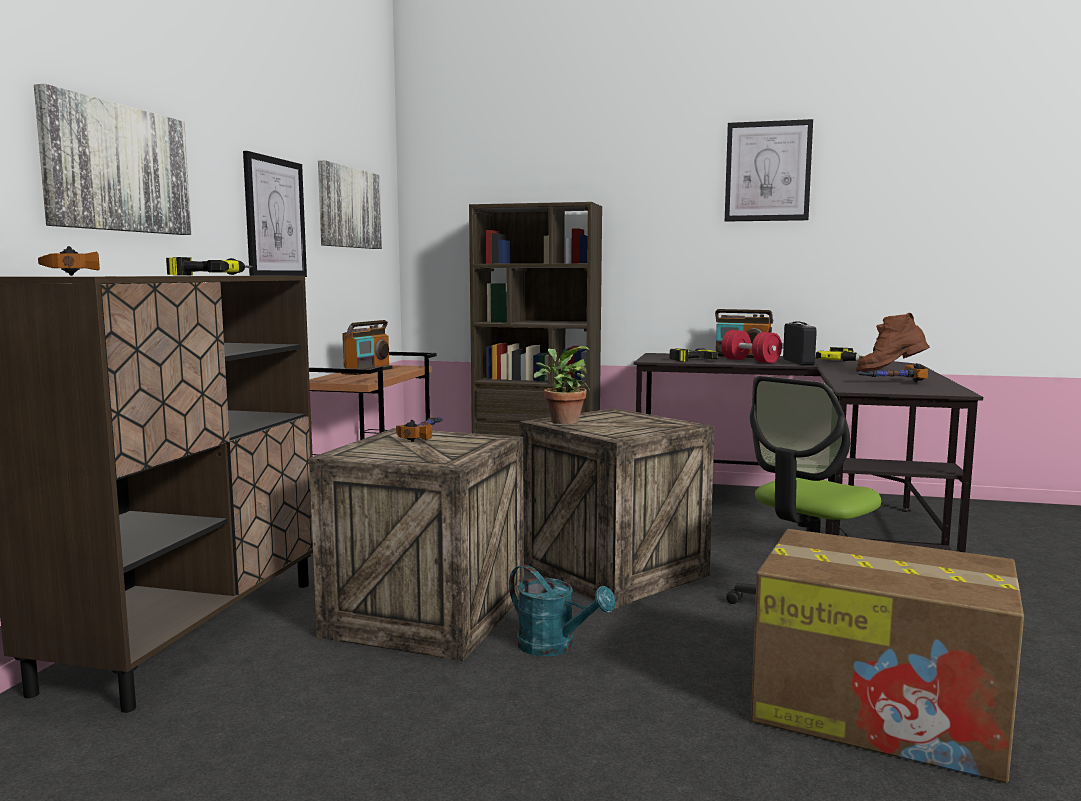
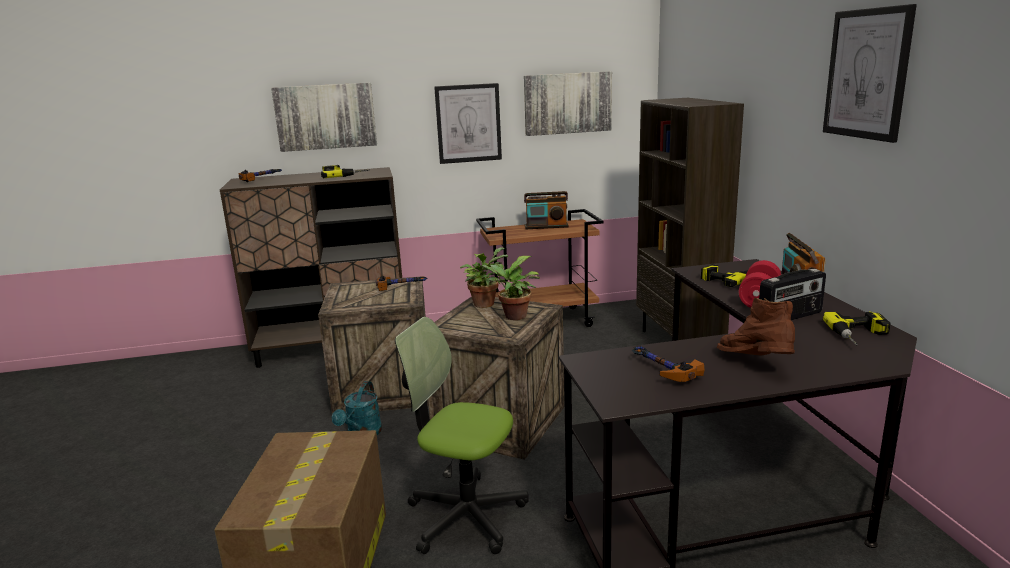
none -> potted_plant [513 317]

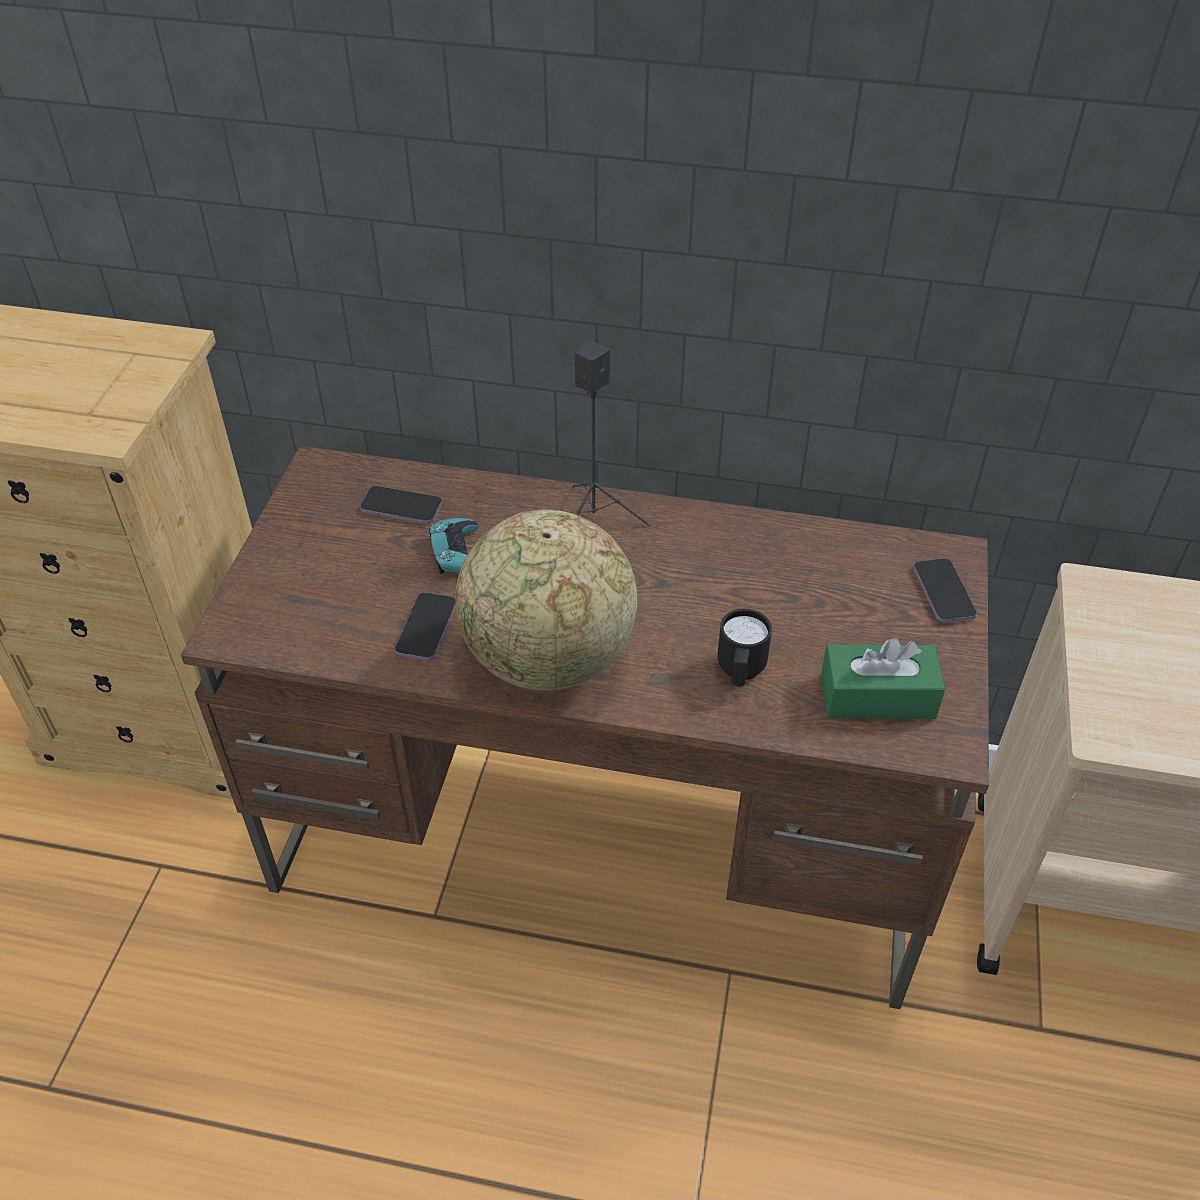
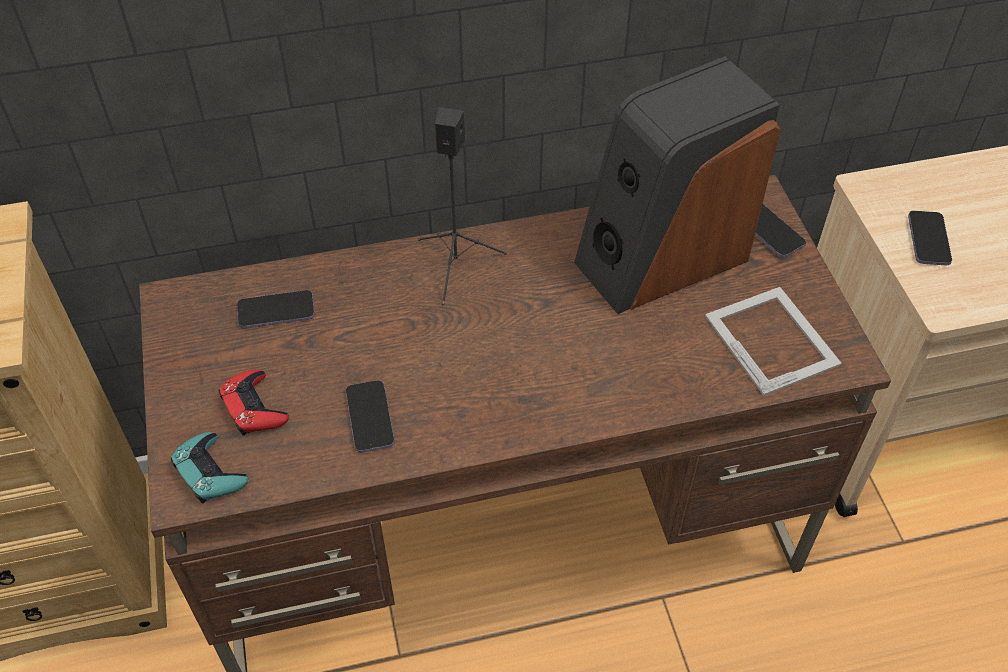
globe [548 660] -> none
black_mug [740 672] -> none
none -> red_game_controller [254 408]
none -> speaker [660 258]
none -> phone [928 240]
turquoise_game_controller [458 553] -> turquoise_game_controller [210 473], relocated
green_tissue_box [877 696] -> picture_frame [771 338]

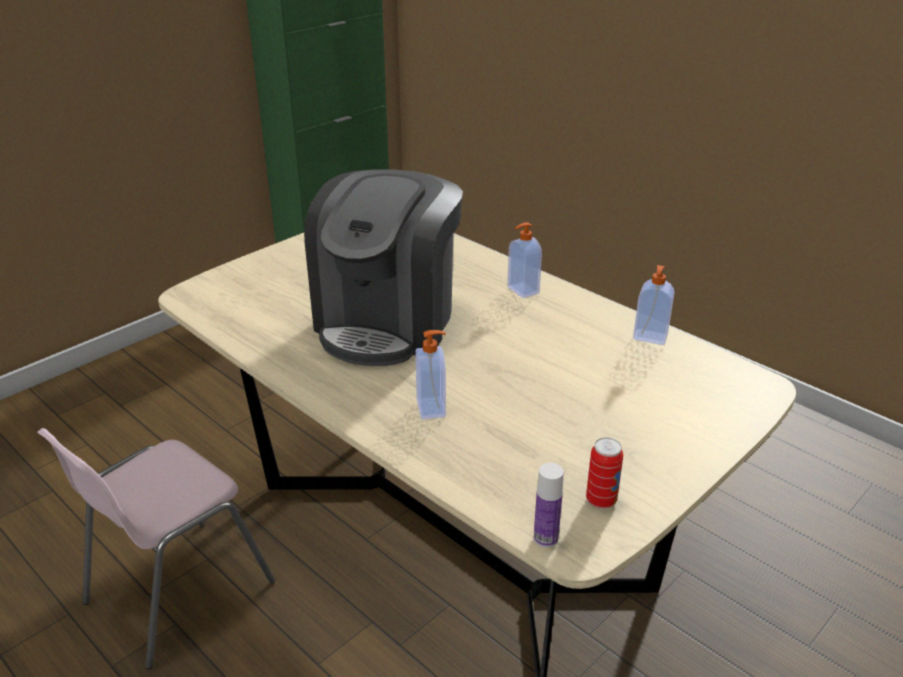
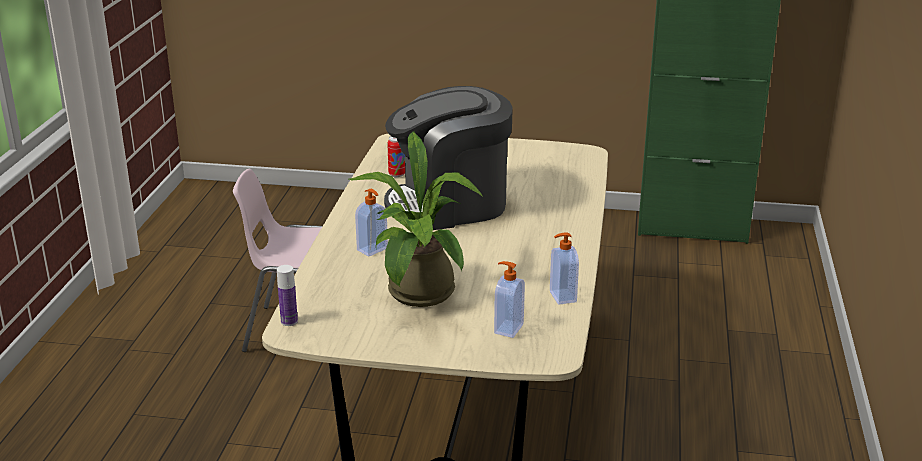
none -> potted_plant [419 297]
soap_dispenser [522 290] -> soap_dispenser [507 328], relocated
can [601 500] -> can [397 174], relocated

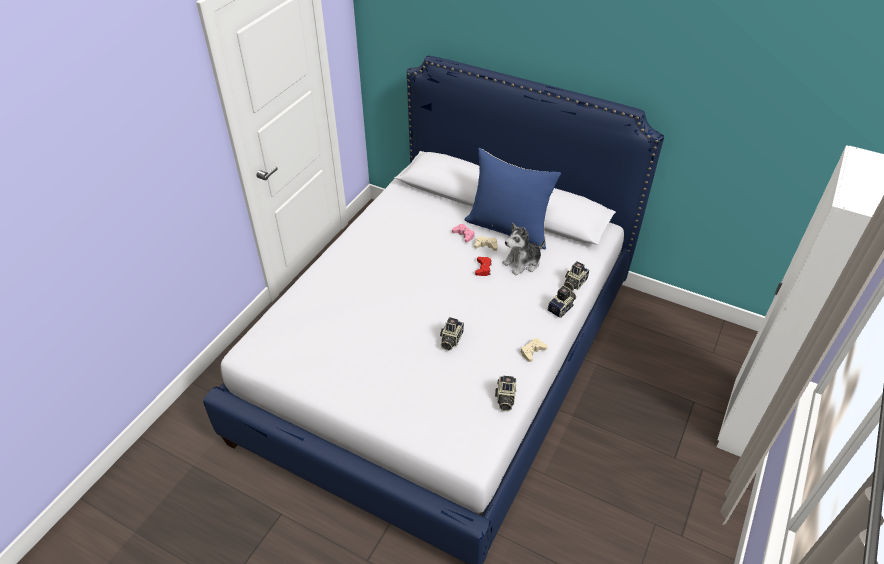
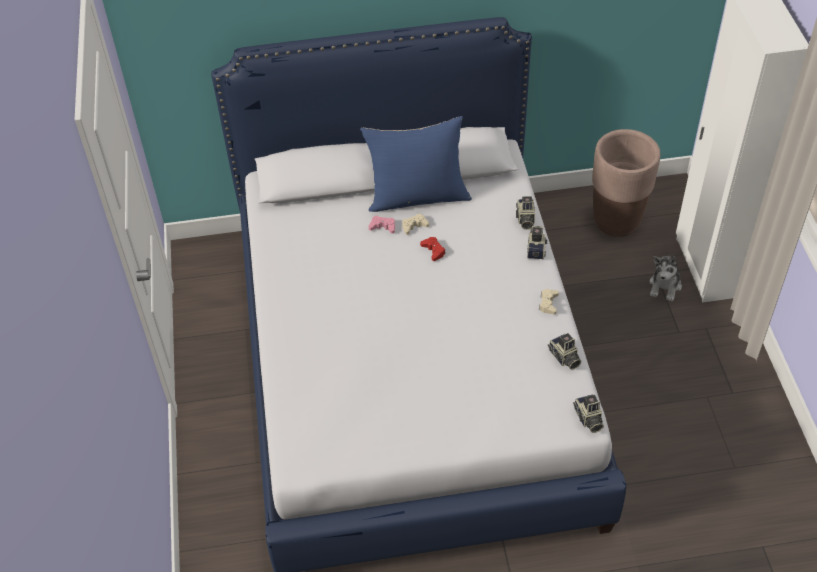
none -> brown_planter [616 221]
photo_camera [450 340] -> photo_camera [588 419], relocated
plush_toy [522 263] -> plush_toy [665 286], relocated

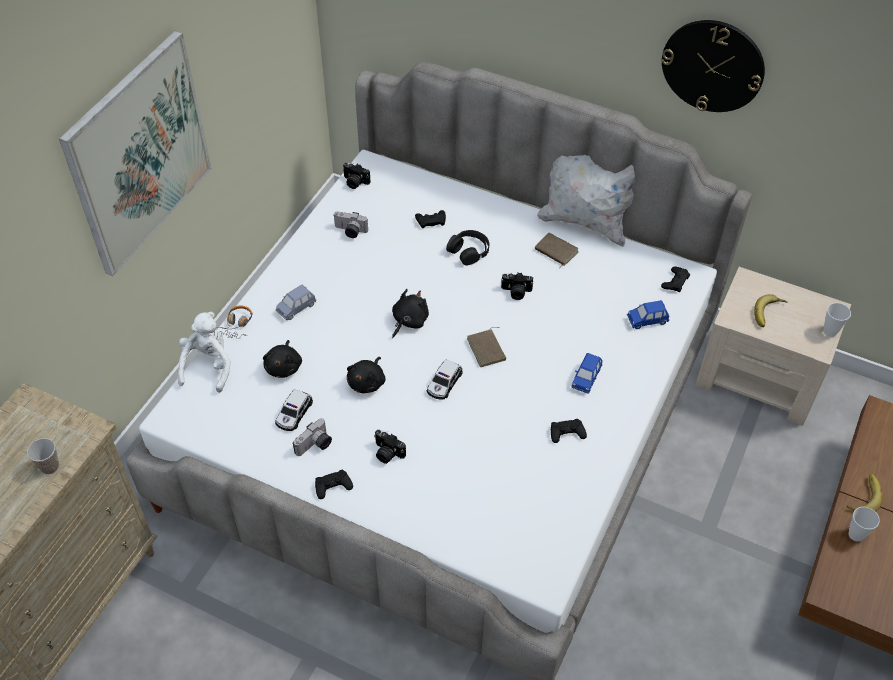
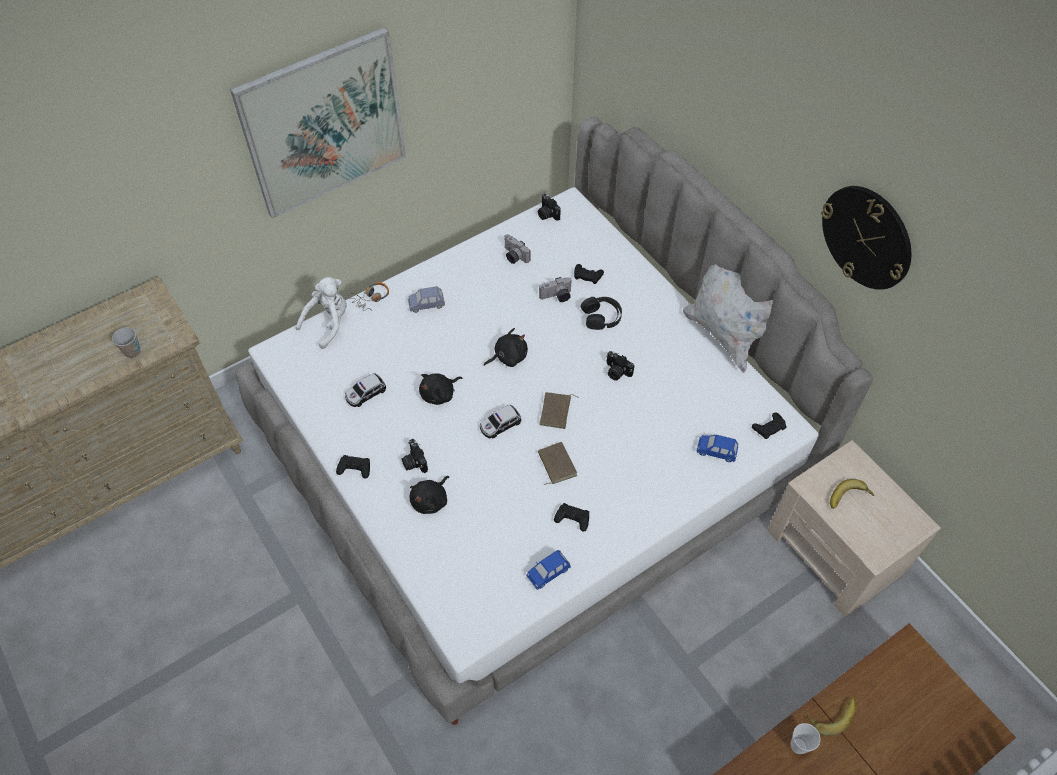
cup [830 331] -> none
black_plush_toy [284 367] -> black_plush_toy [431 500], relocated
photo_camera [315 446] -> photo_camera [557 297], relocated
brown_book [555 251] -> brown_book [555 464], relocated
blue_toy_car [586 378] -> blue_toy_car [548 573], relocated

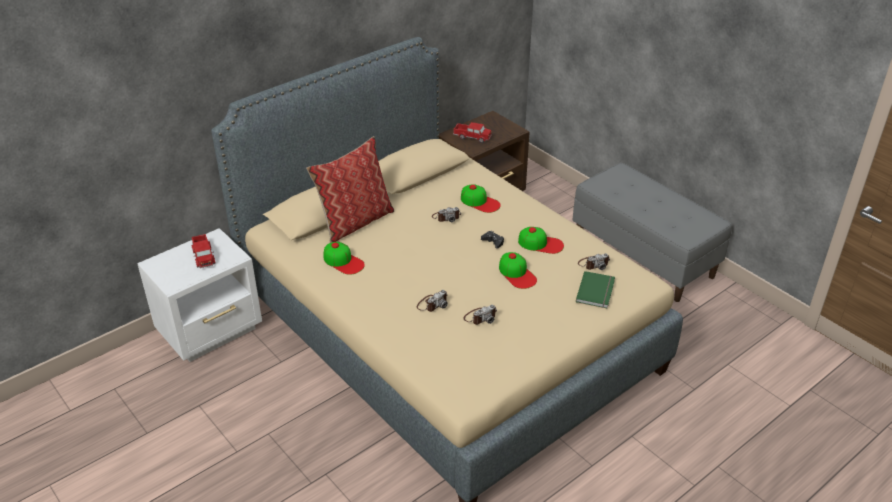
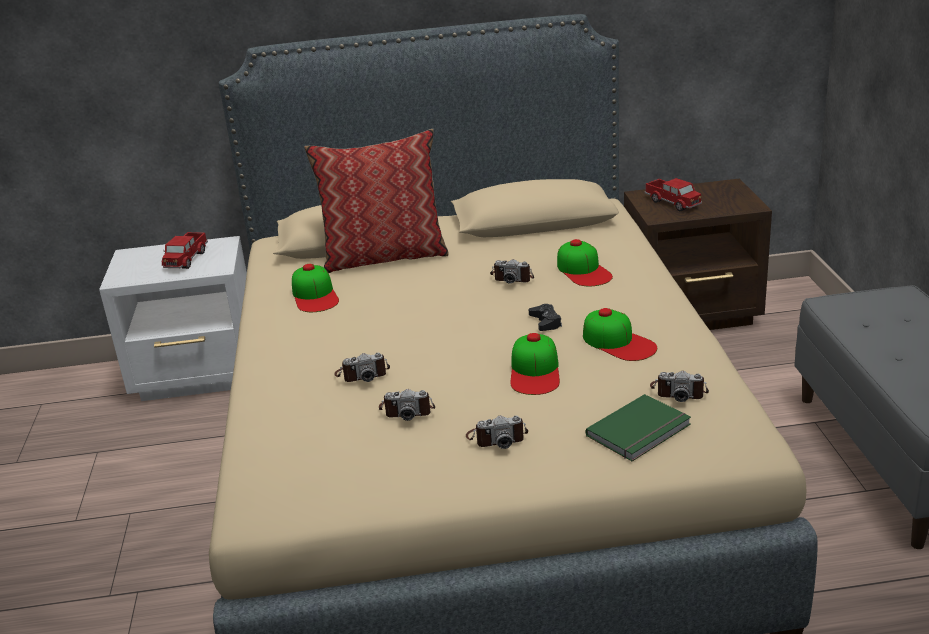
none -> photo_camera [497 437]

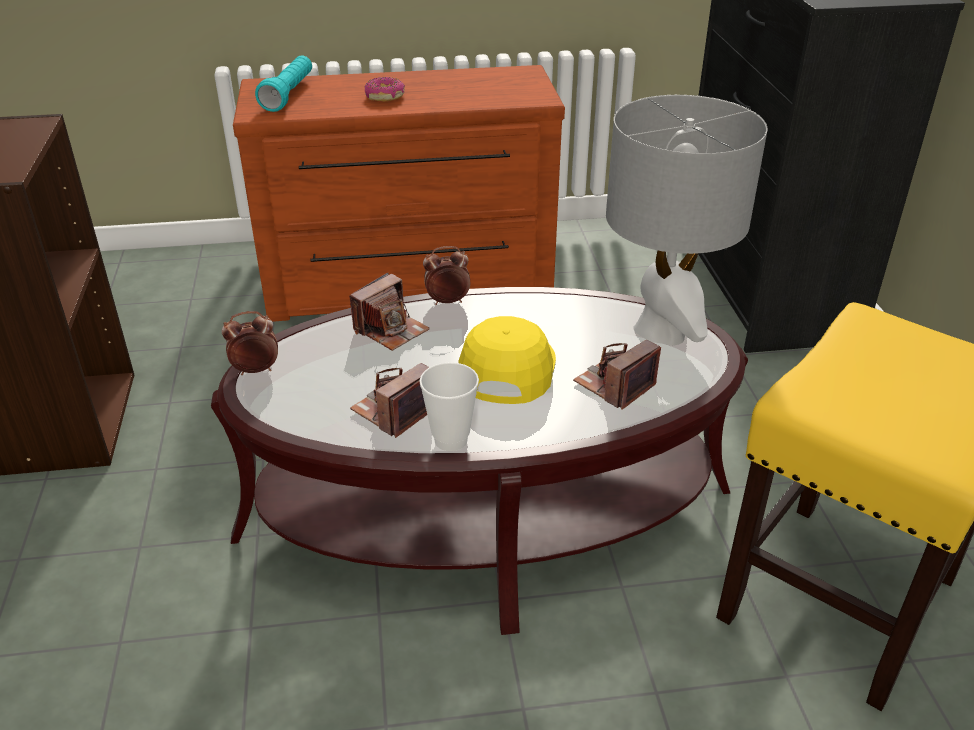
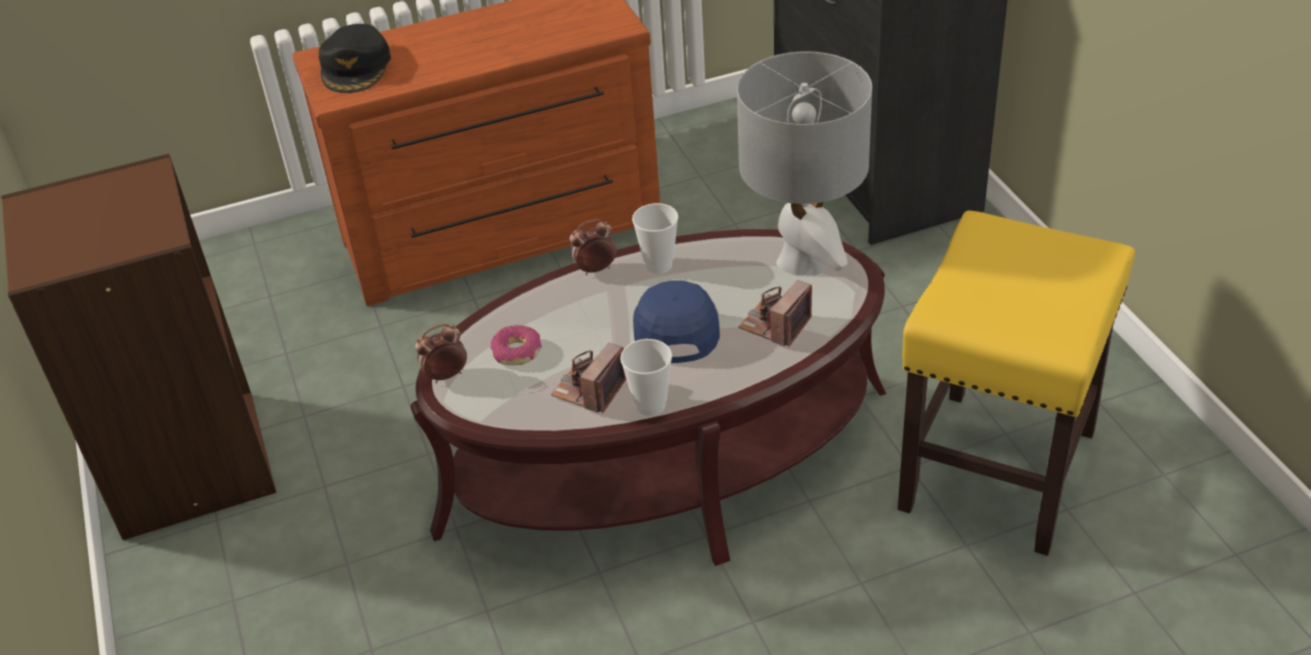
photo_camera [391 330] -> none
none -> cup [658 265]
donut [385 96] -> donut [517 352], relocated
turquoise_flashlight [288 95] -> black_cap [356 67]
yellow_cap [507 368] -> blue_cap [675 327]

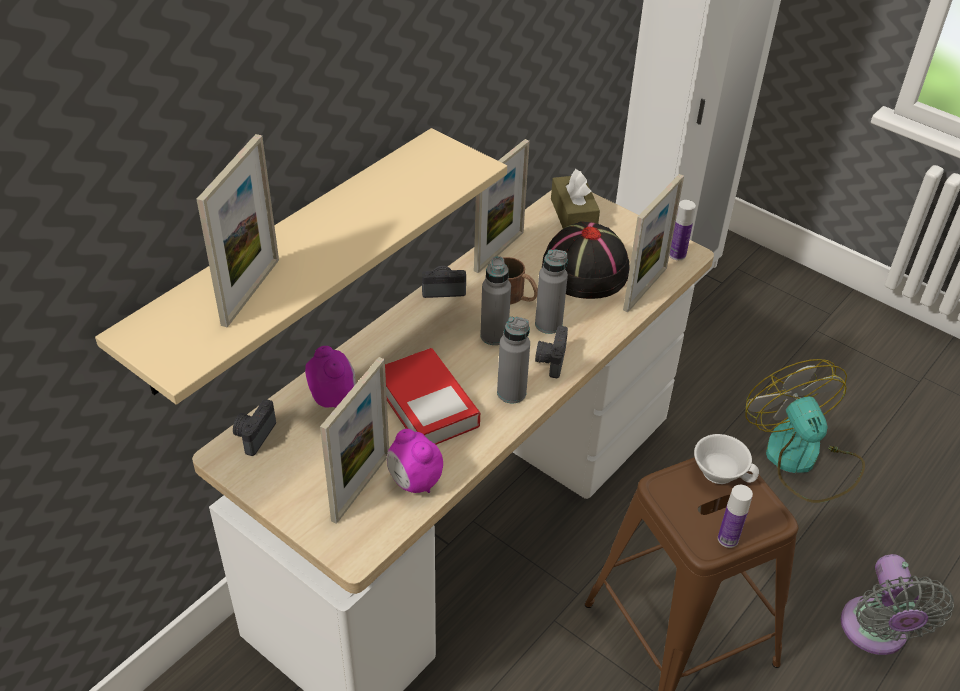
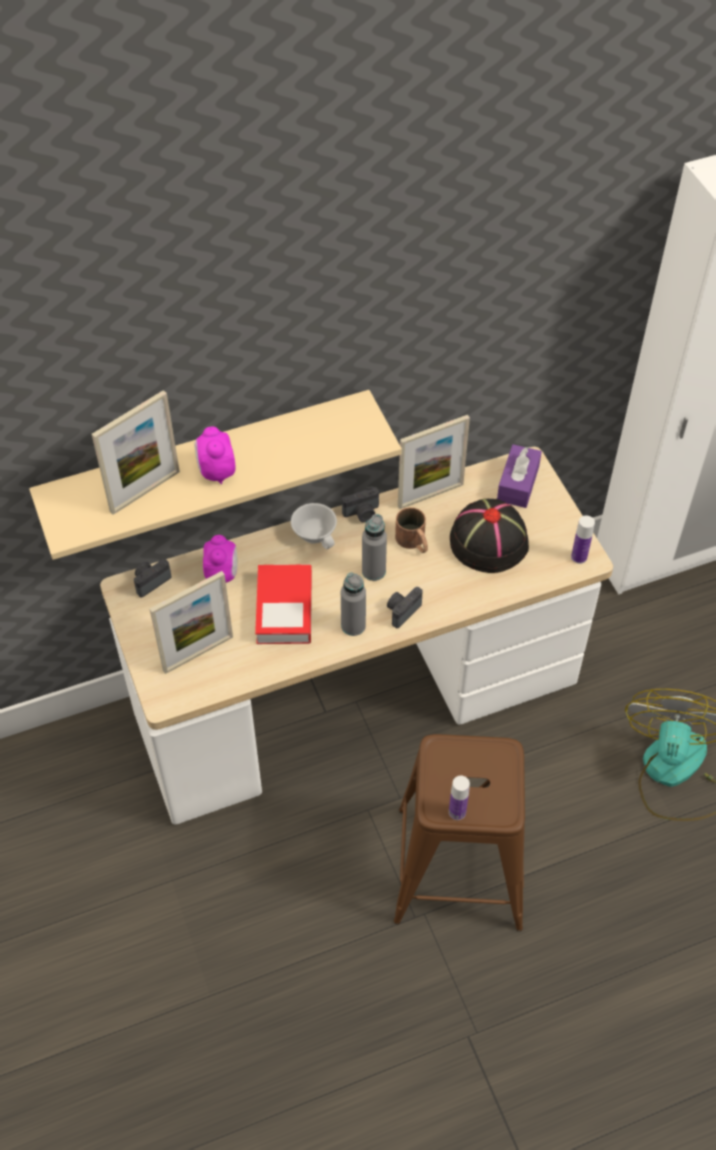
grey_bottle [548 324] -> none
picture_frame [645 288] -> none
grey_fan [875 633] -> none
alarm_clock [414 482] -> alarm_clock [216 472], relocated
white_cup [721 470] -> white_cup [316 533], relocated
brown_tissue_box [573 215] -> purple_tissue_box [518 484]
photo_camera [443 289] -> photo_camera [362 513], 135 degrees clockwise

